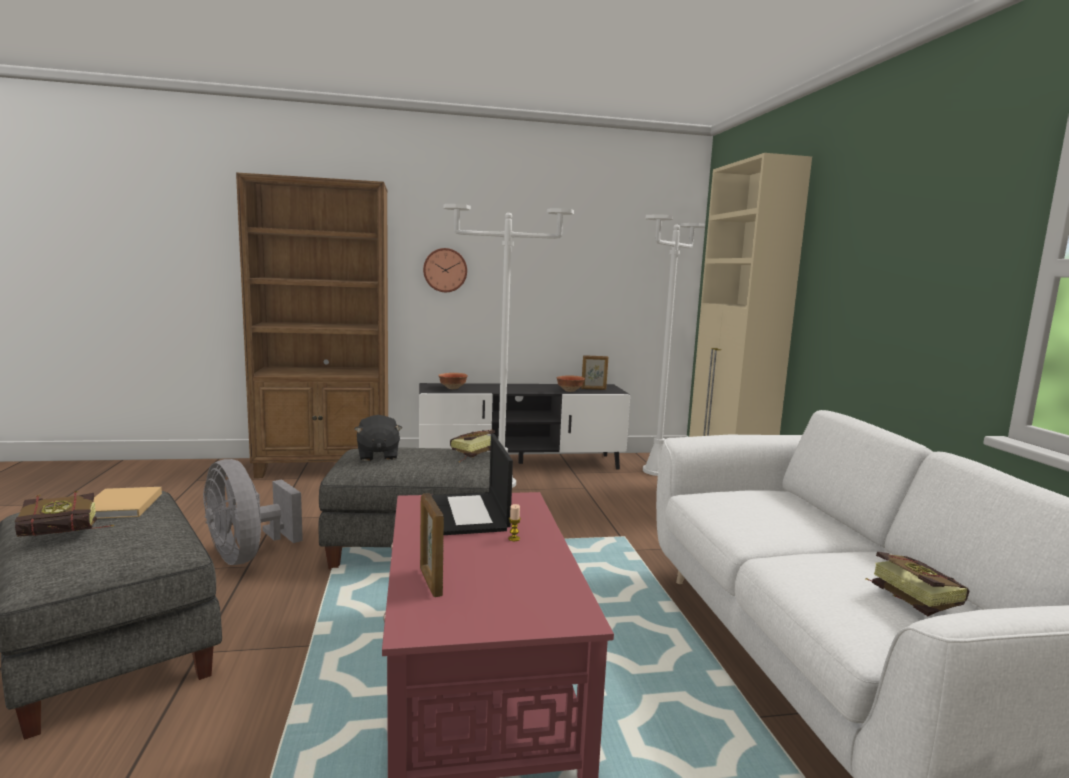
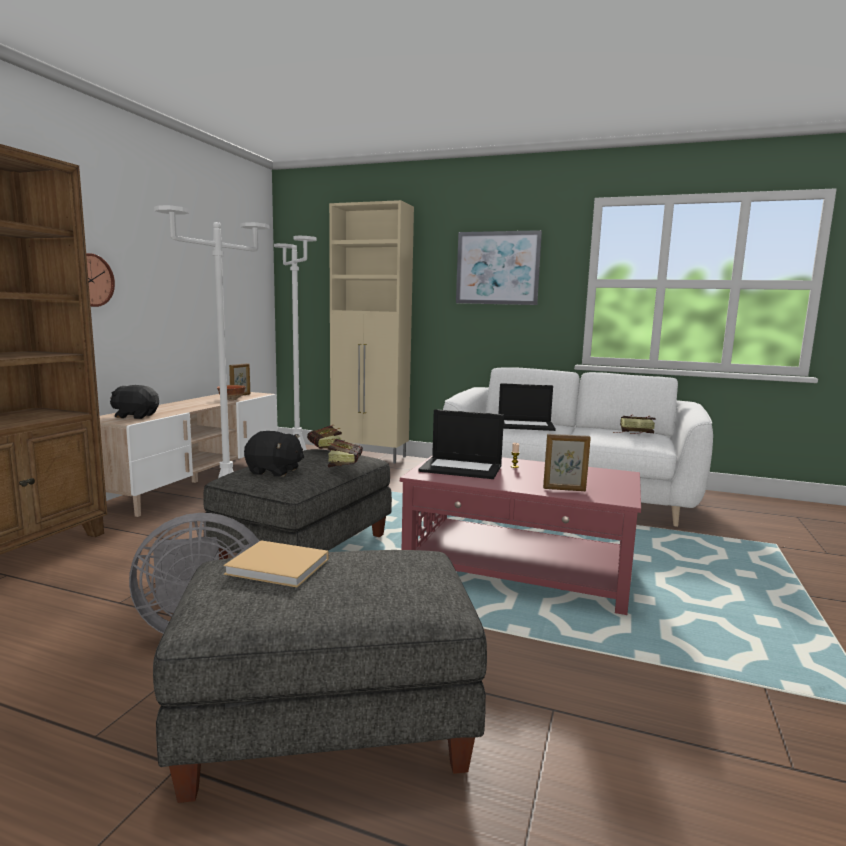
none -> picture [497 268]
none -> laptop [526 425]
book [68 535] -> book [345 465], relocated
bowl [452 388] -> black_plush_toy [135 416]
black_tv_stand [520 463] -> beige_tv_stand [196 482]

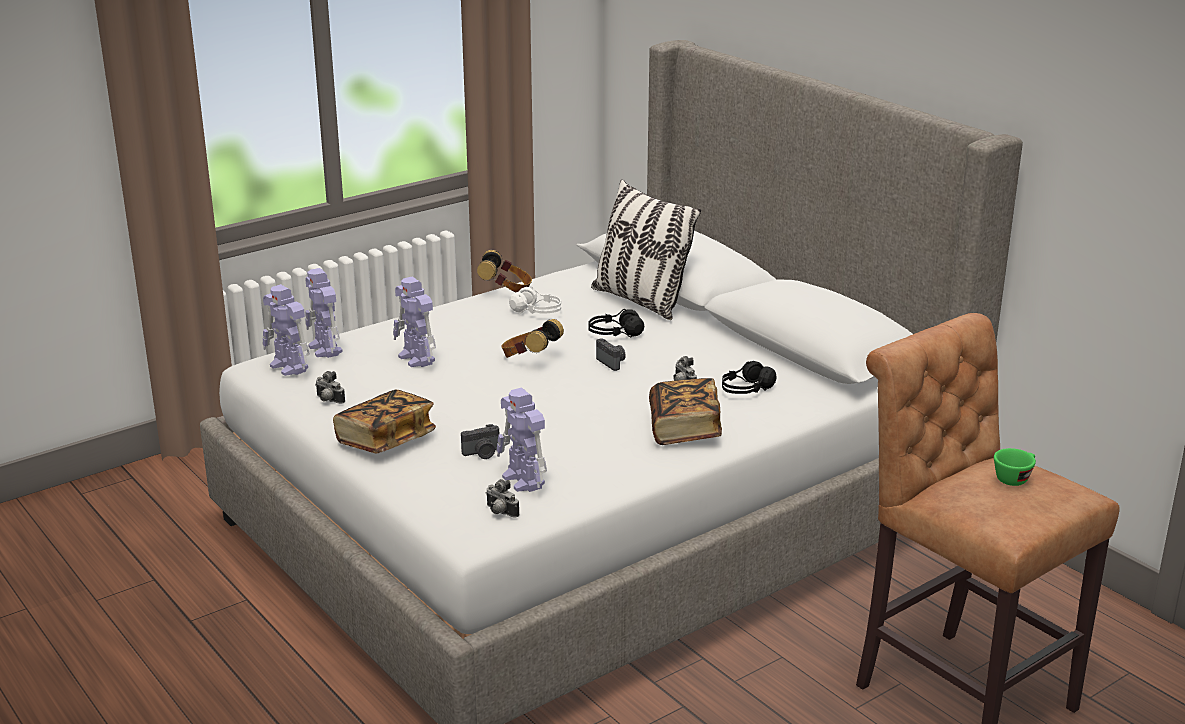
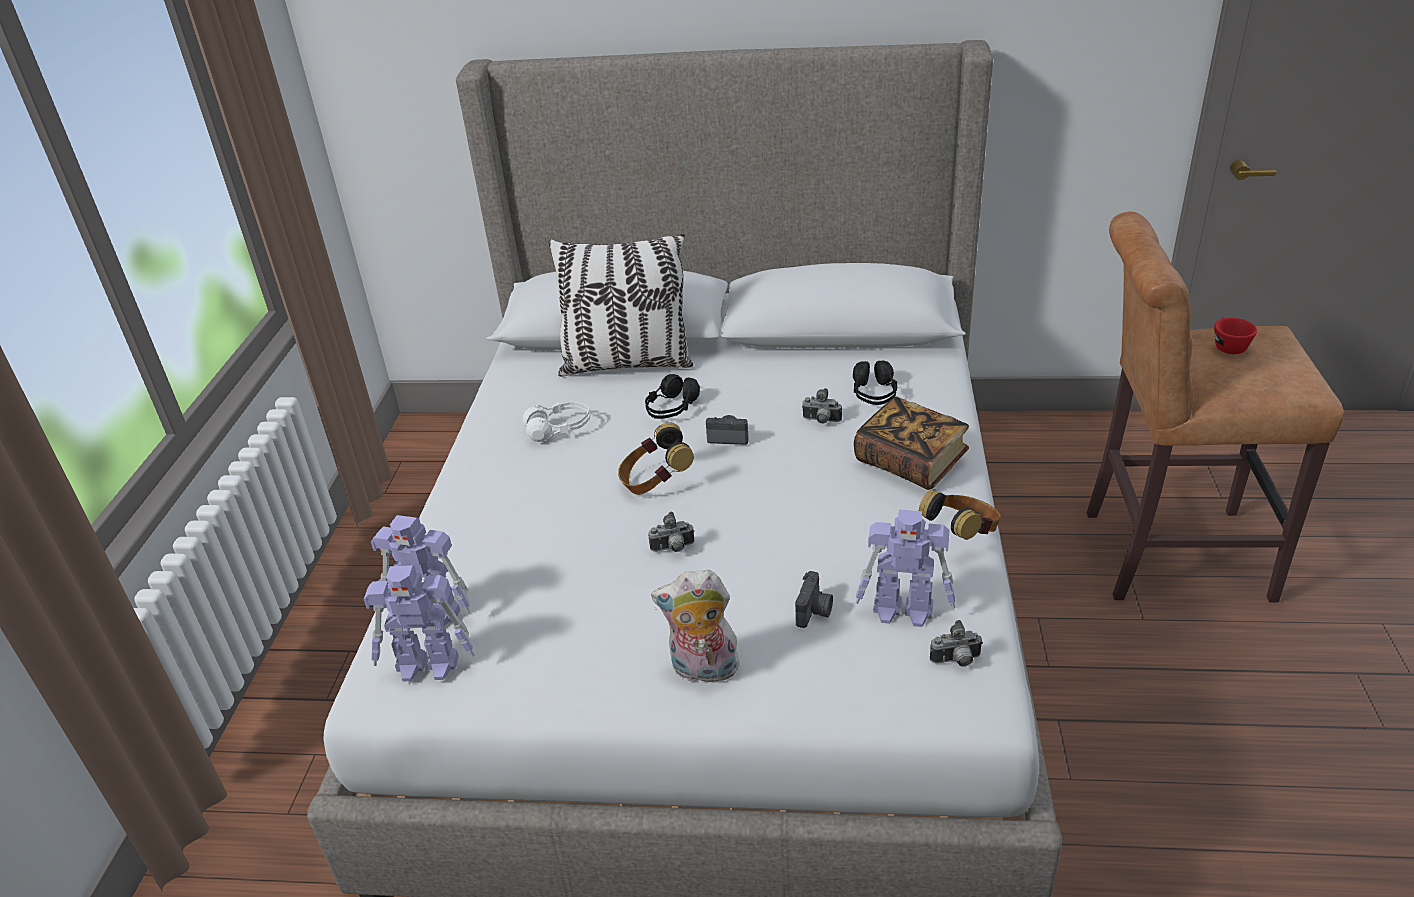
toy_robot [417 359] -> none
photo_camera [328 400] -> photo_camera [673 549], relocated
headphones [506 291] -> headphones [961 535], relocated
book [386 440] -> plush_toy [703 670]
green_cup [1014 478] -> red_cup [1227 345]

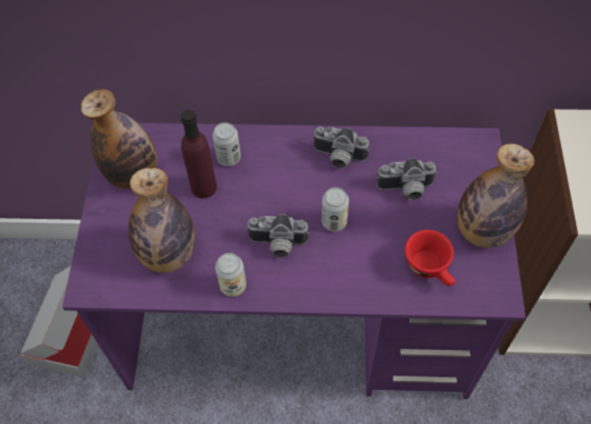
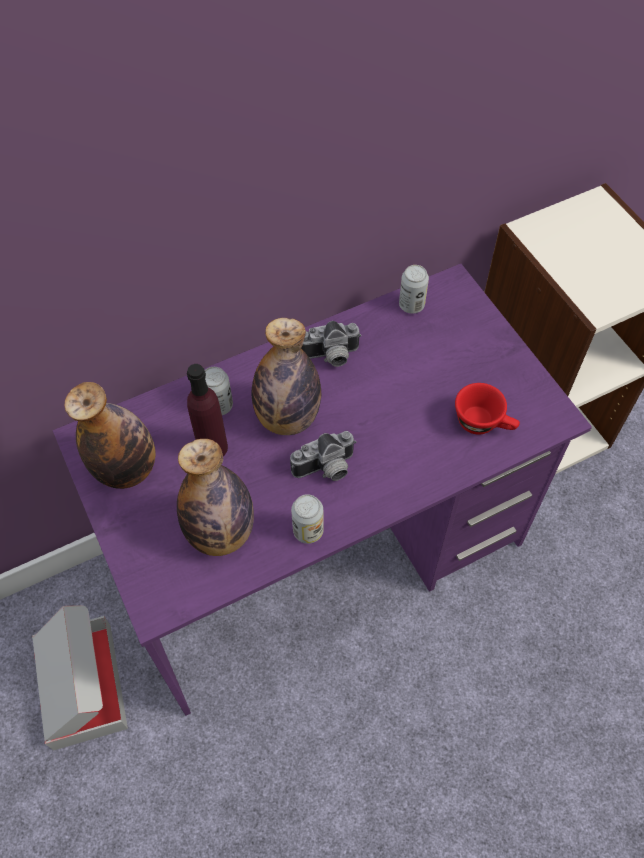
photo_camera [406 190] -> none
can [334 222] -> can [411 305], relocated
bottle [482 231] -> bottle [287 418], relocated

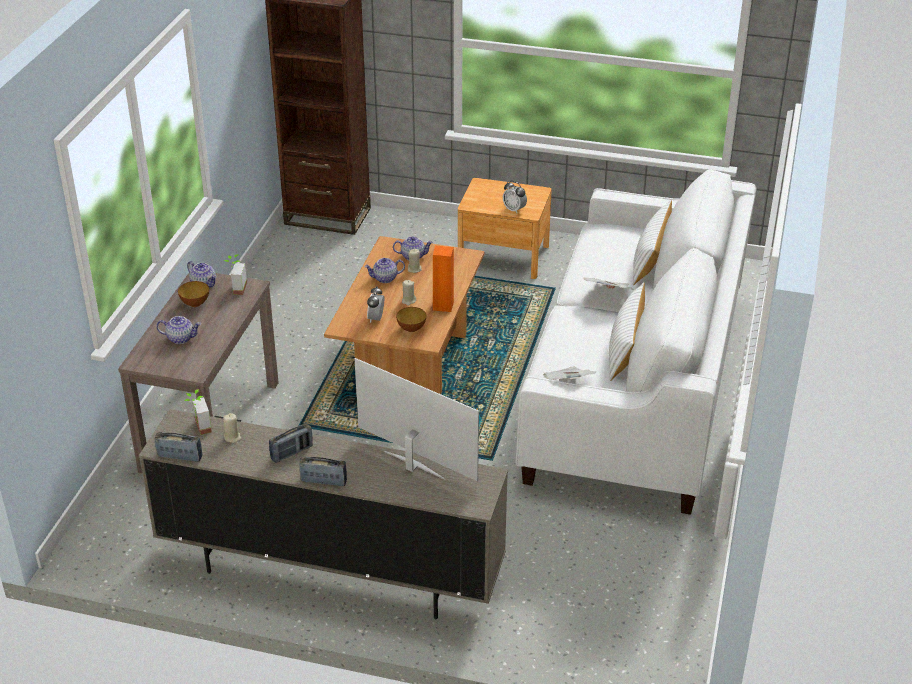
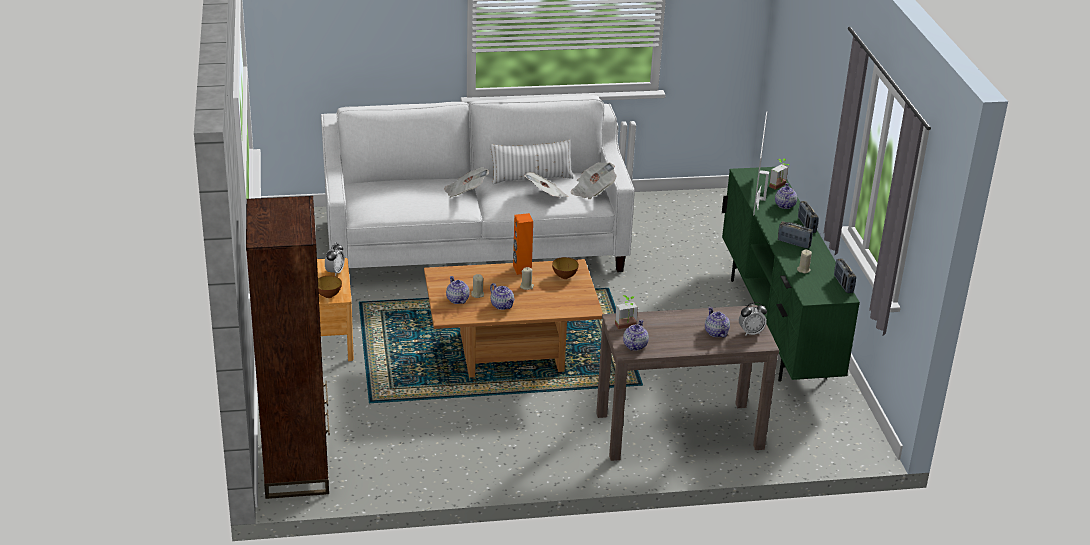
white_pillow [650 260] -> none
none -> newspaper [545 195]
none -> teapot [784 205]
bowl [195 304] -> bowl [328 295], relocated
potted_plant [198 427] -> potted_plant [780 186], relocated
alarm_clock [376 319] -> alarm_clock [751 332], relocated
beige_tv_stand [328 572] -> green_tv_stand [777 328]

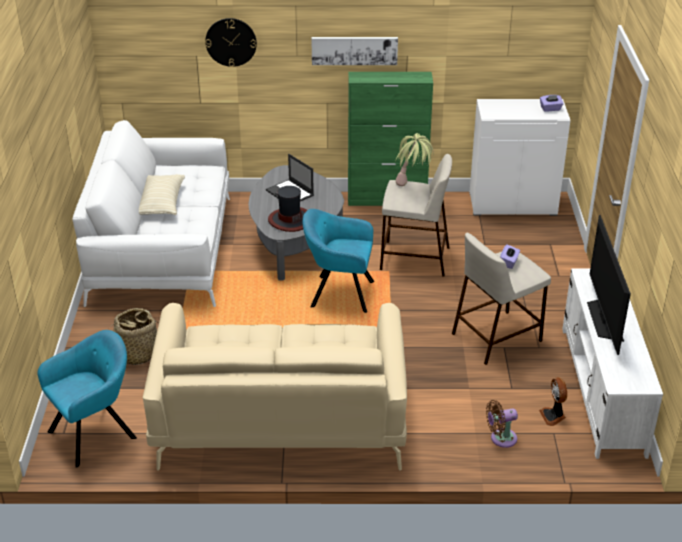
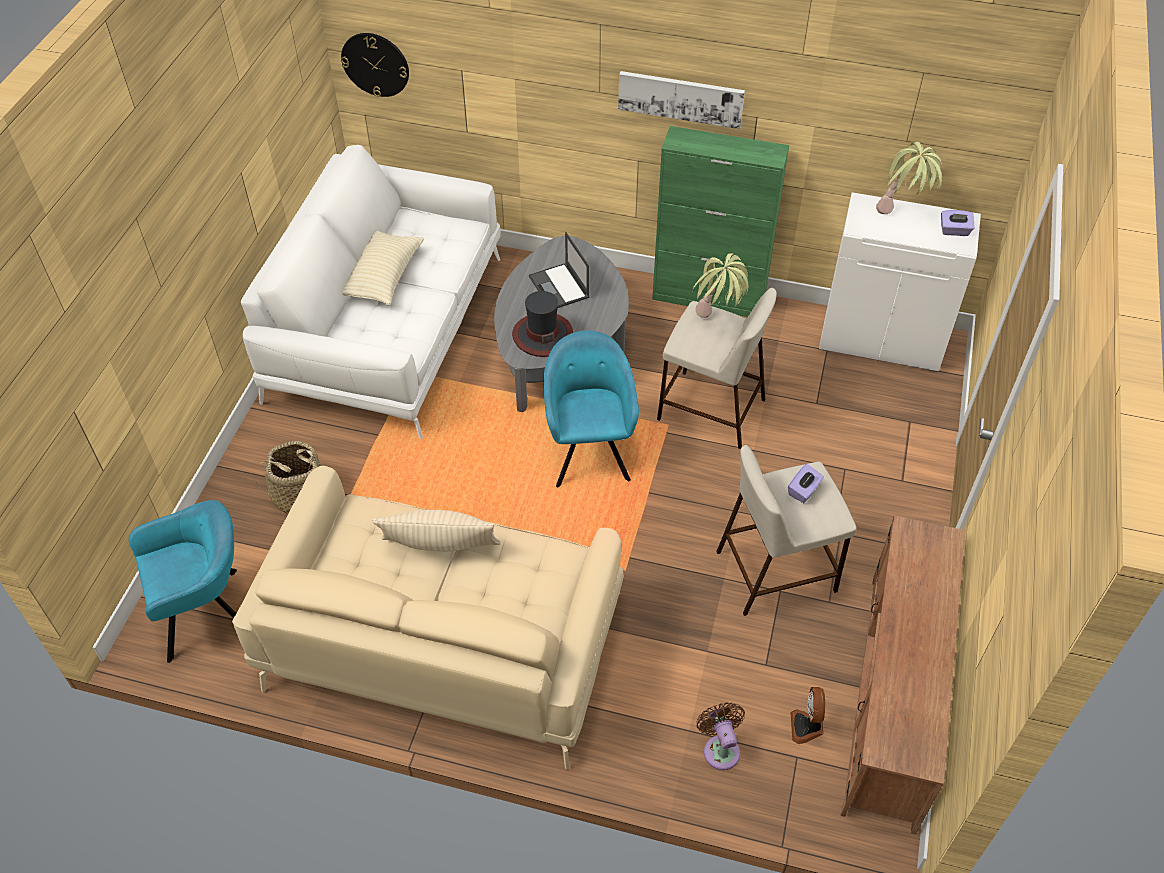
television [604 319] -> none
none -> beige_pillow [440 548]
none -> potted_plant [902 217]
wall_clock [231 42] -> wall_clock [375 64], relocated
white_tv_stand [602 390] -> brown_tv_stand [892 697]
turquoise_armchair [339 294] -> turquoise_armchair [588 450], 60 degrees clockwise
brown_fan [500 438] -> brown_fan [720 748], 75 degrees clockwise

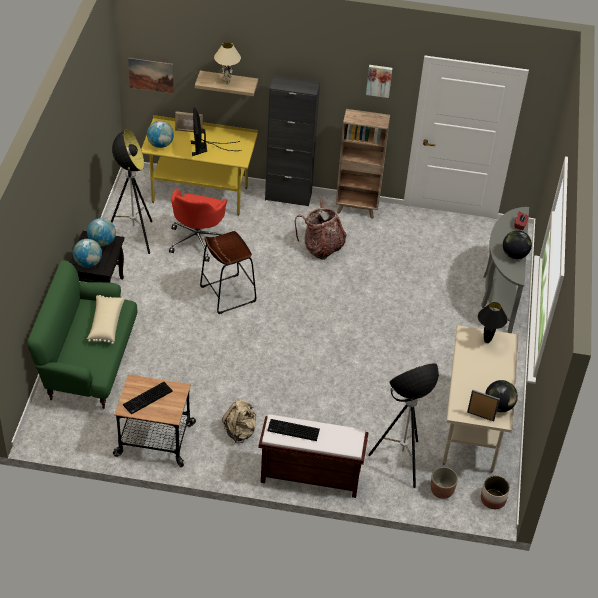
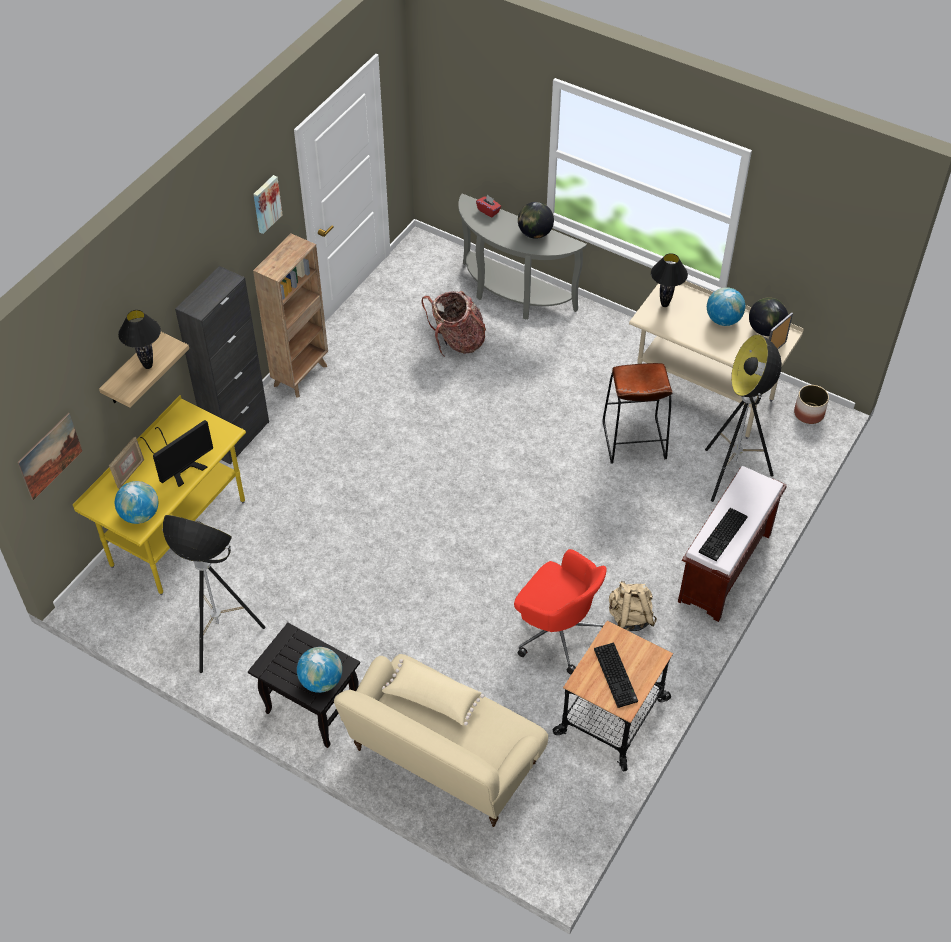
planter [441 491] -> none
globe [102 242] -> globe [723 320], relocated
red_office_chair [198 240] -> red_office_chair [557 631], relocated
brown_stool [227 294] -> brown_stool [633 440], relocated
backpack [321 247] -> backpack [457 342], relocated
green_sofa [88 363] -> beige_sofa [444 760]
beige_table_lamp [226 83] -> black_table_lamp [148 366]
monitor [206 148] -> monitor [179 464], 60 degrees counterclockwise

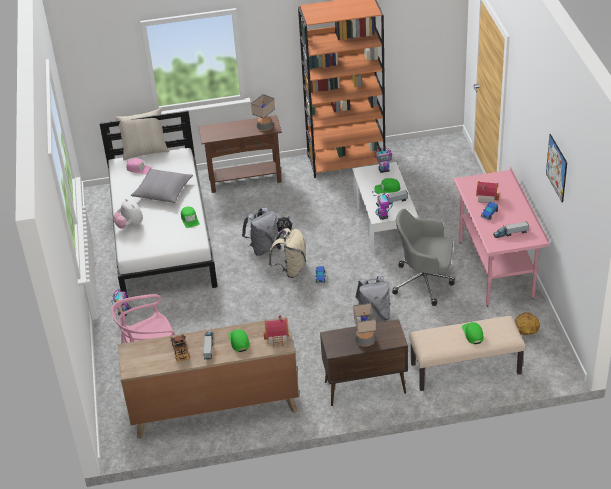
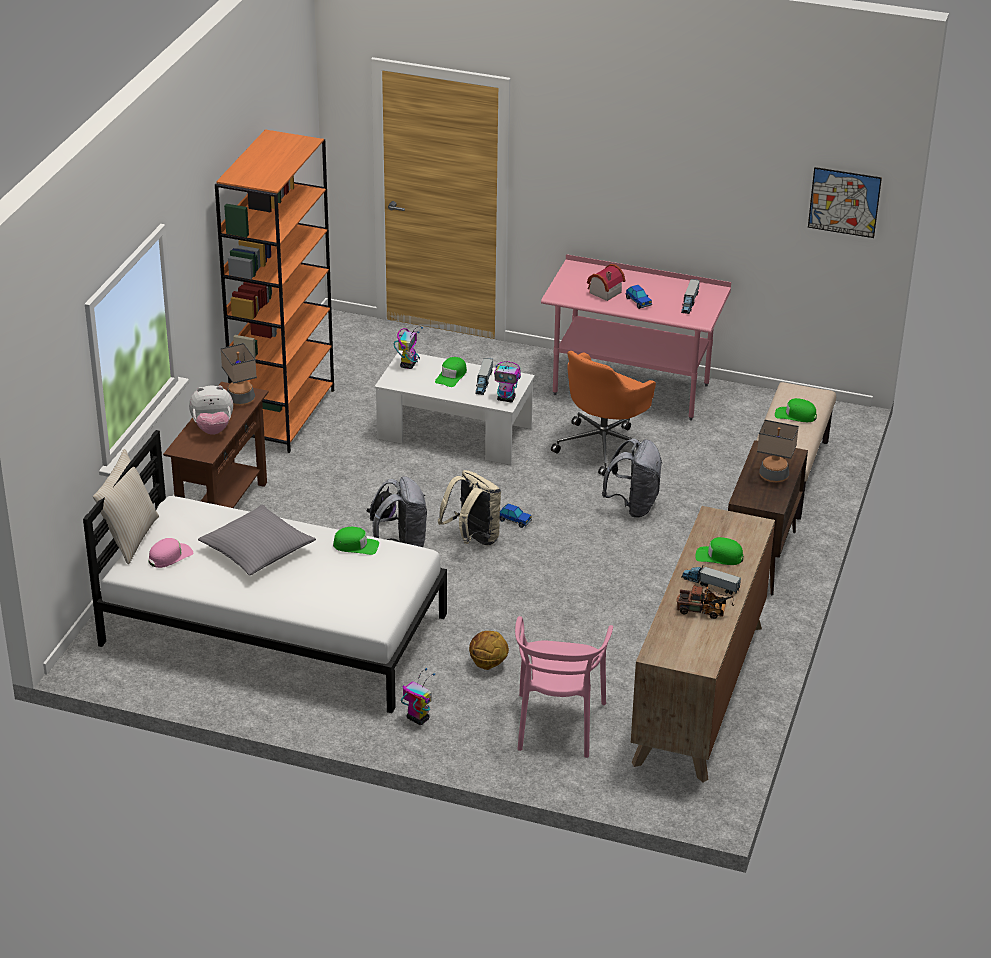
toy_house [278 337] -> none
plush_toy [130 225] -> plush_toy [213 429], relocated
basketball [526 332] -> basketball [487 664], relocated
picture [556 168] -> picture [844 202], relocated
grey_office_chair [425 282] -> orange_office_chair [604 446]

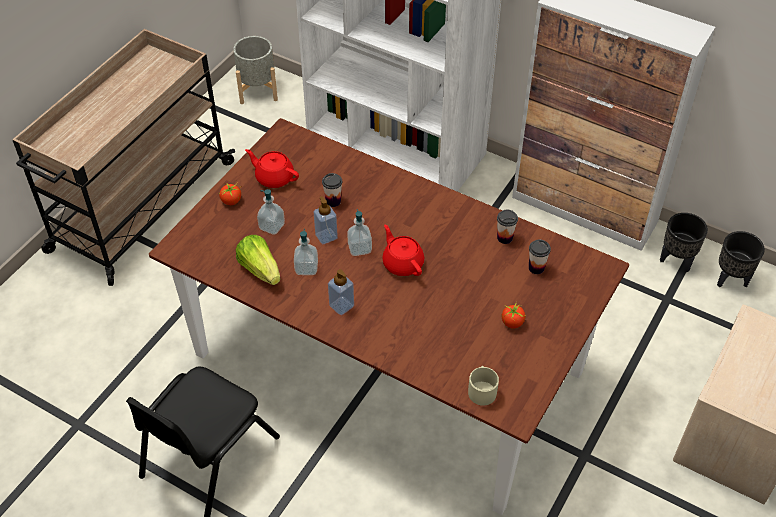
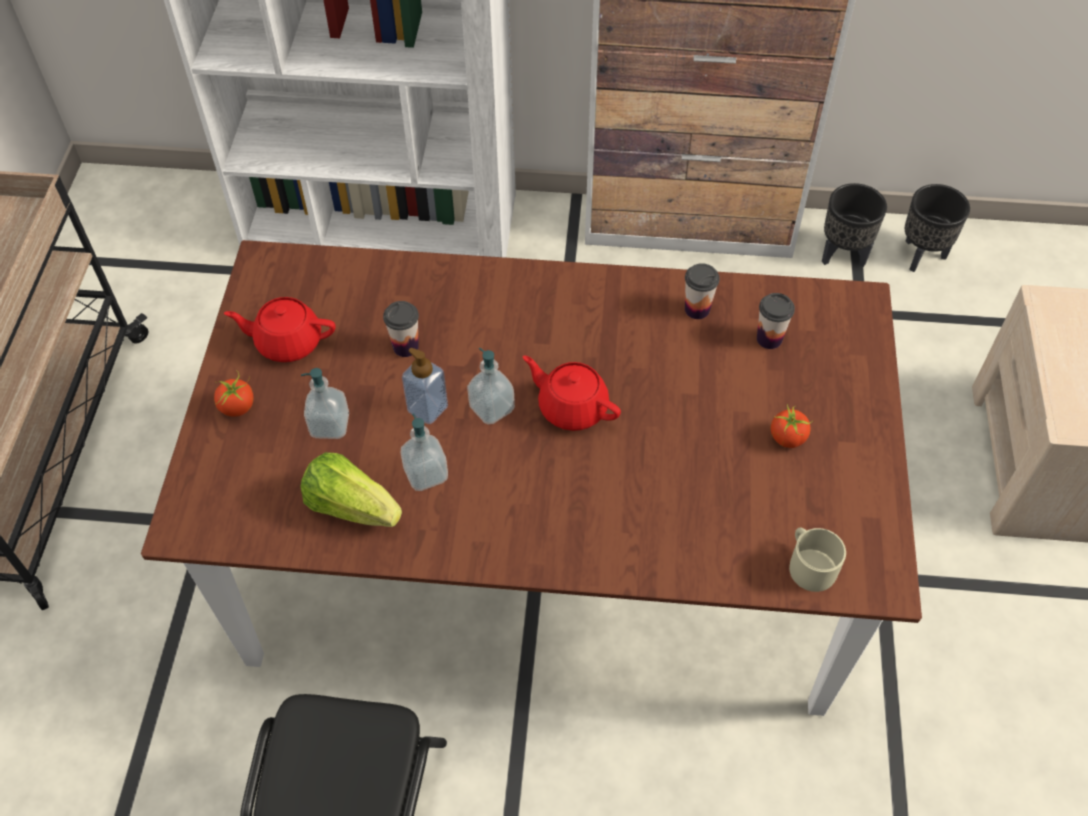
grey_planter [257 90] -> none
soap_dispenser [341 306] -> none

